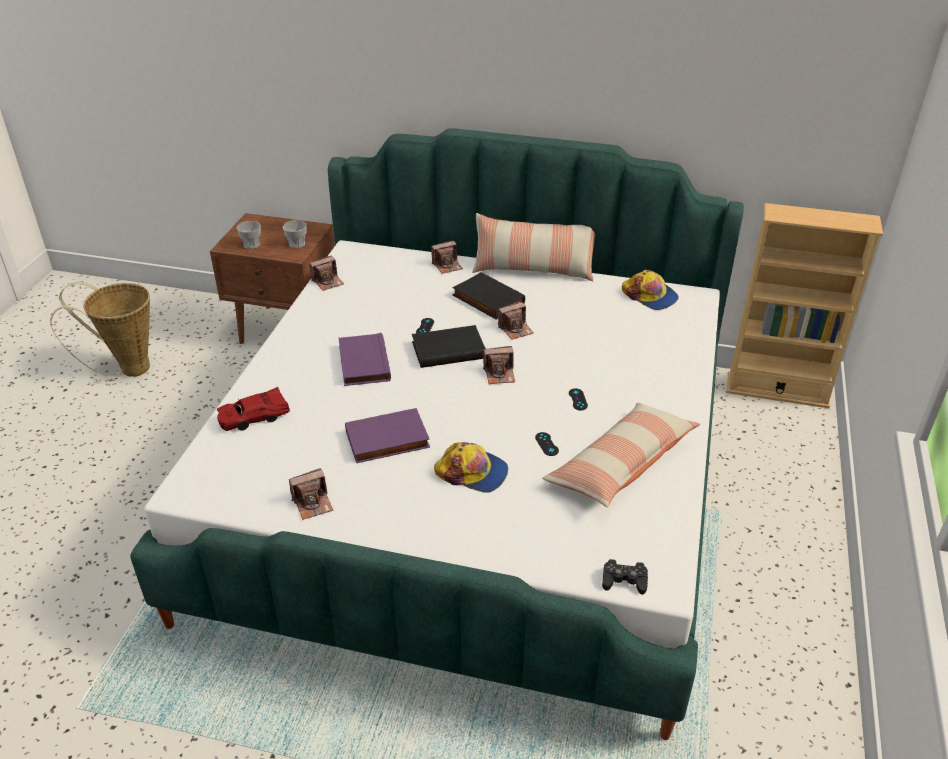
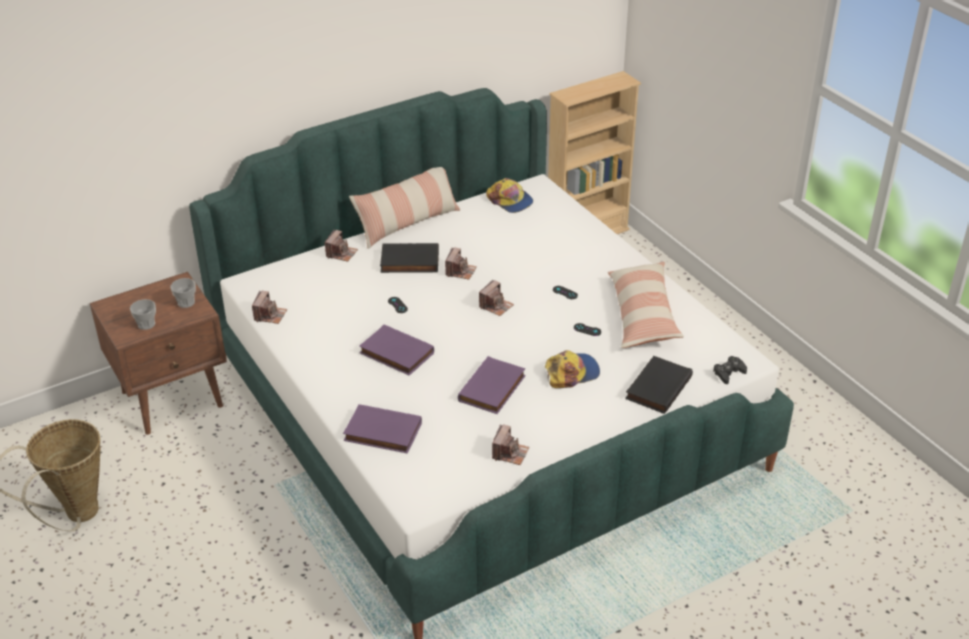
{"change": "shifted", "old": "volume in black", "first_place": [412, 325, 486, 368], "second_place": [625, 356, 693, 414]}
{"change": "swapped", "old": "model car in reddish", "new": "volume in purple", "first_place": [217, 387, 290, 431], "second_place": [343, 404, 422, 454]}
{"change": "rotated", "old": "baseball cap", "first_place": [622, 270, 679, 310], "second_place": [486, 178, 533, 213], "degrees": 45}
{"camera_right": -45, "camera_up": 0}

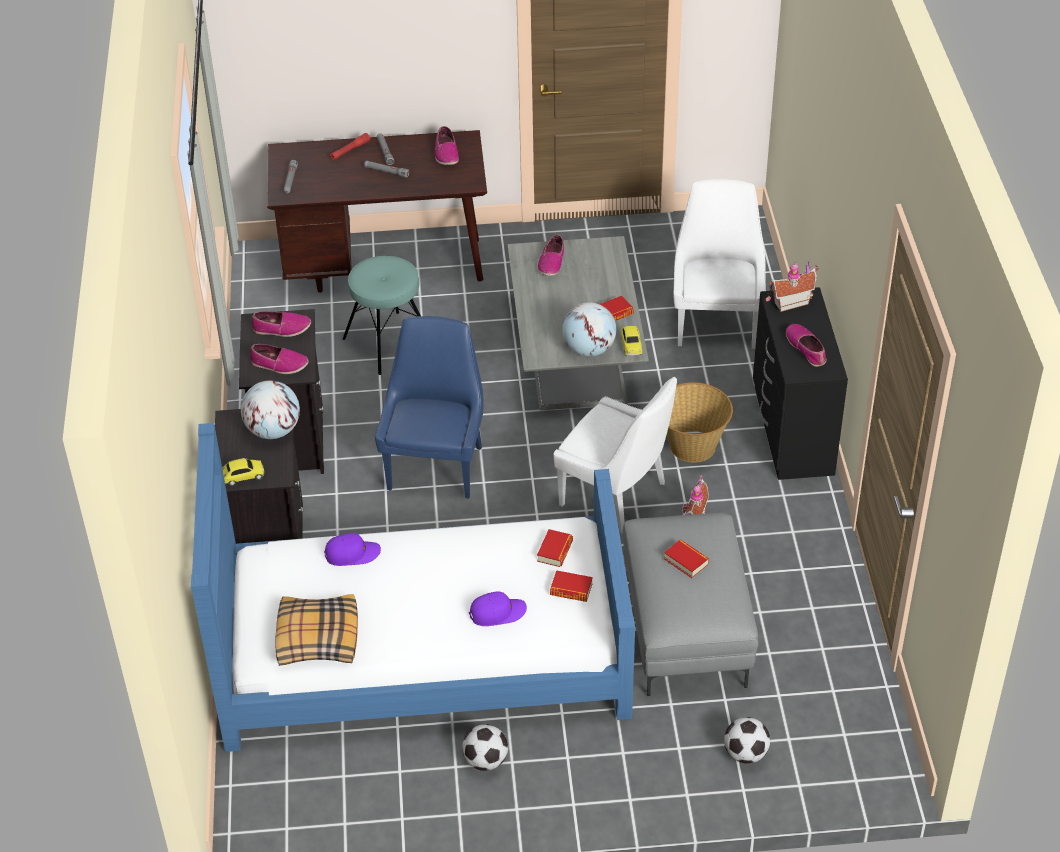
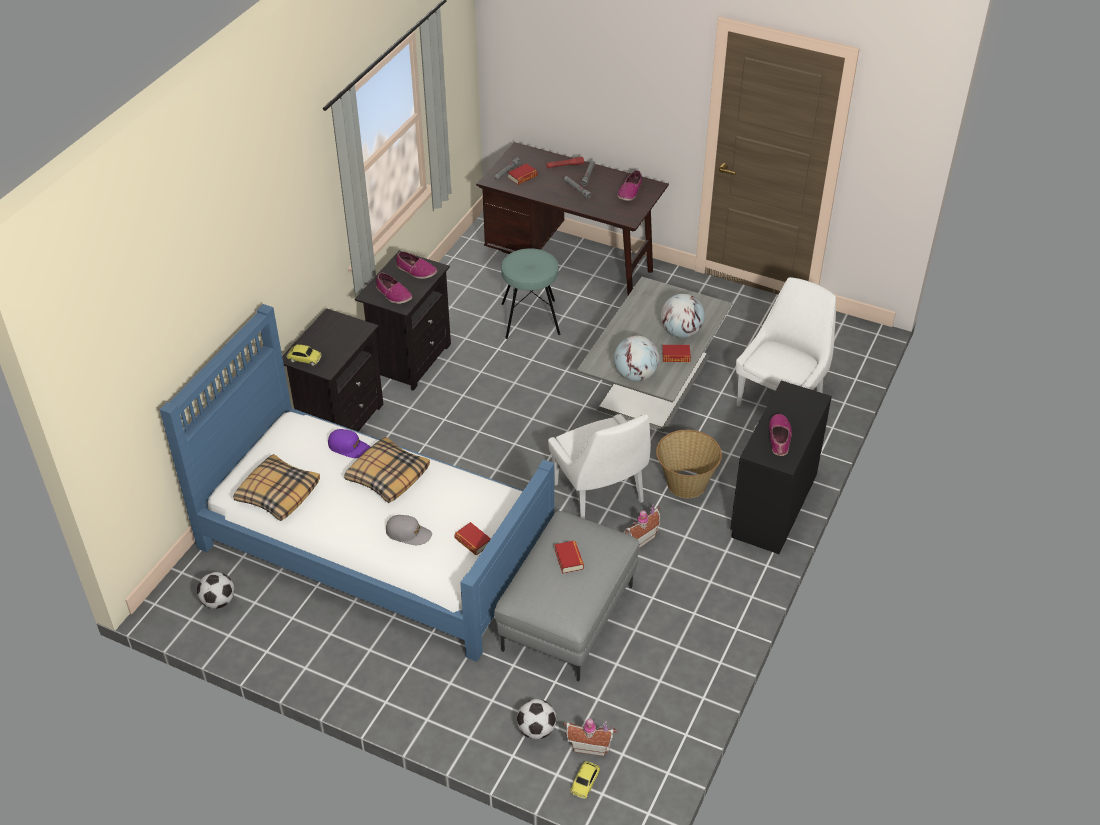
{"change": "gone", "old": "plain chair in blue-coloured", "first_place": [375, 316, 484, 498]}
{"change": "gone", "old": "low shoe", "first_place": [537, 234, 564, 276]}
{"change": "new", "new": "pillow", "second_place": [344, 437, 430, 503]}
{"change": "shifted", "old": "world globe", "first_place": [241, 380, 300, 439], "second_place": [661, 294, 705, 338]}
{"change": "shifted", "old": "football", "first_place": [462, 724, 508, 771], "second_place": [197, 572, 234, 609]}
{"change": "shifted", "old": "volume", "first_place": [537, 529, 573, 567], "second_place": [508, 163, 538, 185]}
{"change": "shifted", "old": "model car", "first_place": [621, 326, 642, 356], "second_place": [570, 761, 600, 799]}
{"change": "shifted", "old": "toy house", "first_place": [766, 260, 819, 312], "second_place": [563, 718, 617, 756]}
{"change": "repainted", "old": "baseball cap in purple", "new": "baseball cap in grey", "first_place": [469, 591, 527, 626], "second_place": [386, 515, 432, 545]}
{"camera_right": 30, "camera_up": 0}

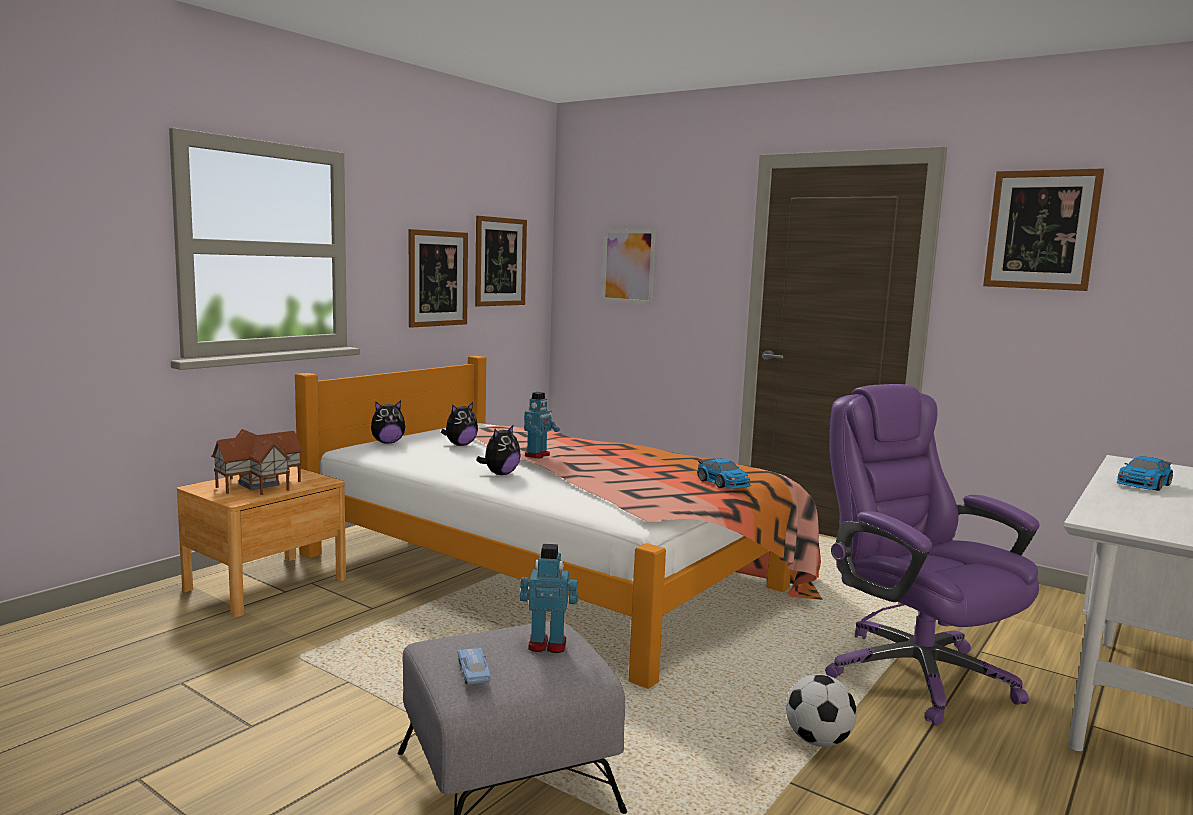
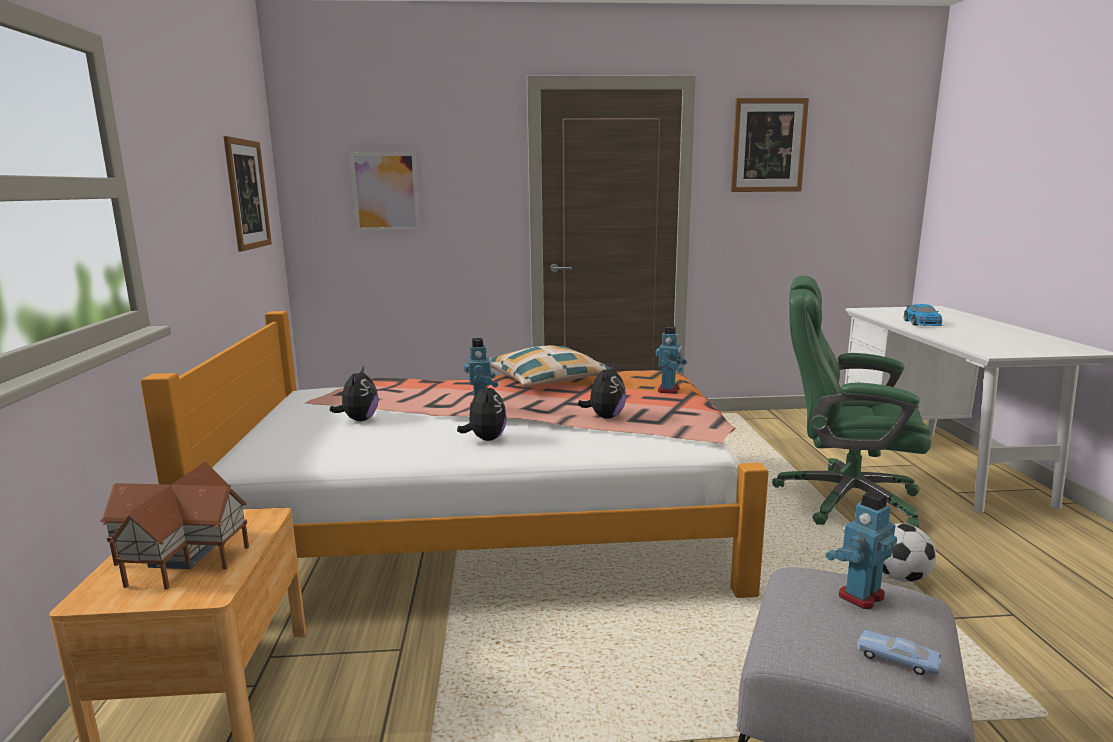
{"change": "gone", "old": "wall picture", "first_place": [409, 229, 468, 328]}
{"change": "new", "new": "pillow", "second_place": [490, 345, 611, 386]}
{"change": "shifted", "old": "cuddly toy", "first_place": [371, 401, 405, 444], "second_place": [577, 363, 626, 419]}
{"change": "swapped", "old": "model car", "new": "model robot", "first_place": [697, 458, 751, 489], "second_place": [656, 326, 687, 394]}
{"change": "repainted", "old": "desk chair in purple", "new": "desk chair in greenish", "first_place": [825, 384, 1040, 726], "second_place": [772, 276, 931, 528]}
{"camera_right": -40, "camera_up": 5}

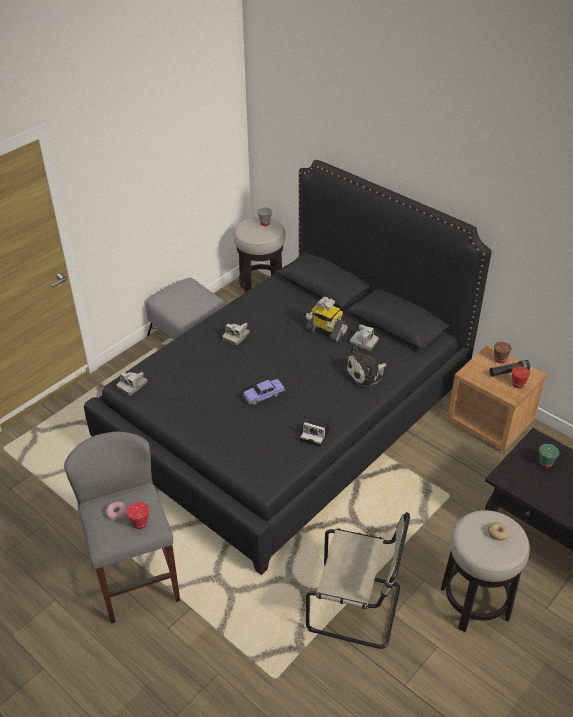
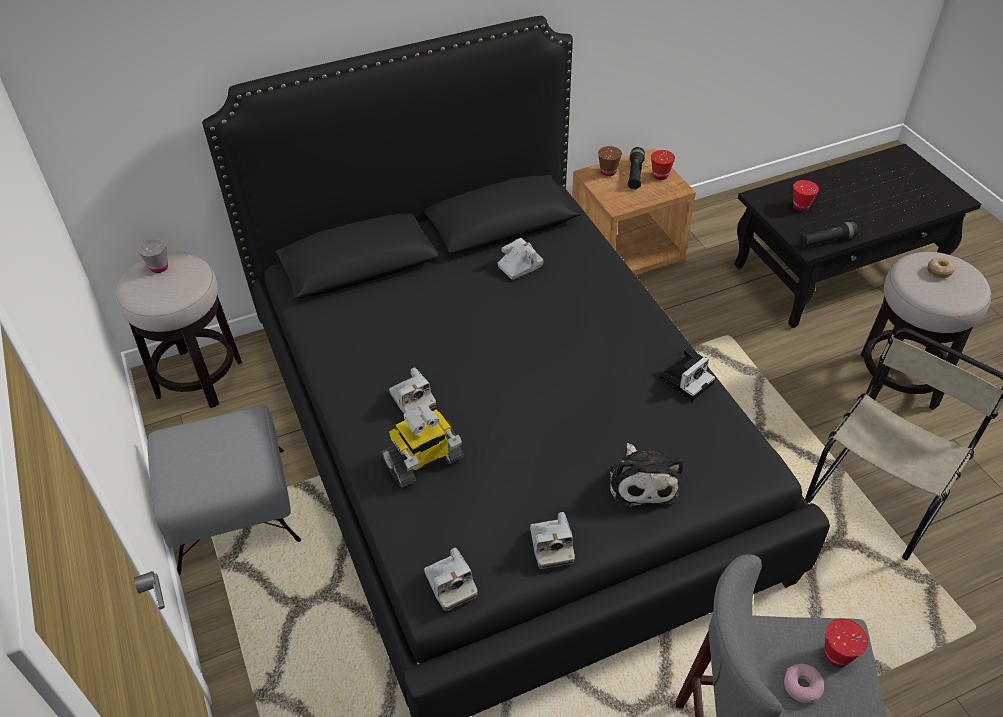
{"change": "gone", "old": "model car", "first_place": [243, 379, 286, 405]}
{"change": "new", "new": "photo camera", "second_place": [530, 512, 575, 569]}
{"change": "new", "new": "flashlight in black", "second_place": [799, 221, 858, 248]}
{"change": "shifted", "old": "model robot", "first_place": [306, 297, 348, 342], "second_place": [382, 404, 463, 488]}
{"change": "shifted", "old": "cuddly toy", "first_place": [345, 346, 387, 387], "second_place": [610, 443, 683, 508]}
{"change": "repainted", "old": "drinking cup in greenish", "new": "drinking cup in reddish", "first_place": [539, 444, 560, 468], "second_place": [793, 180, 819, 211]}
{"camera_right": -65, "camera_up": 5}

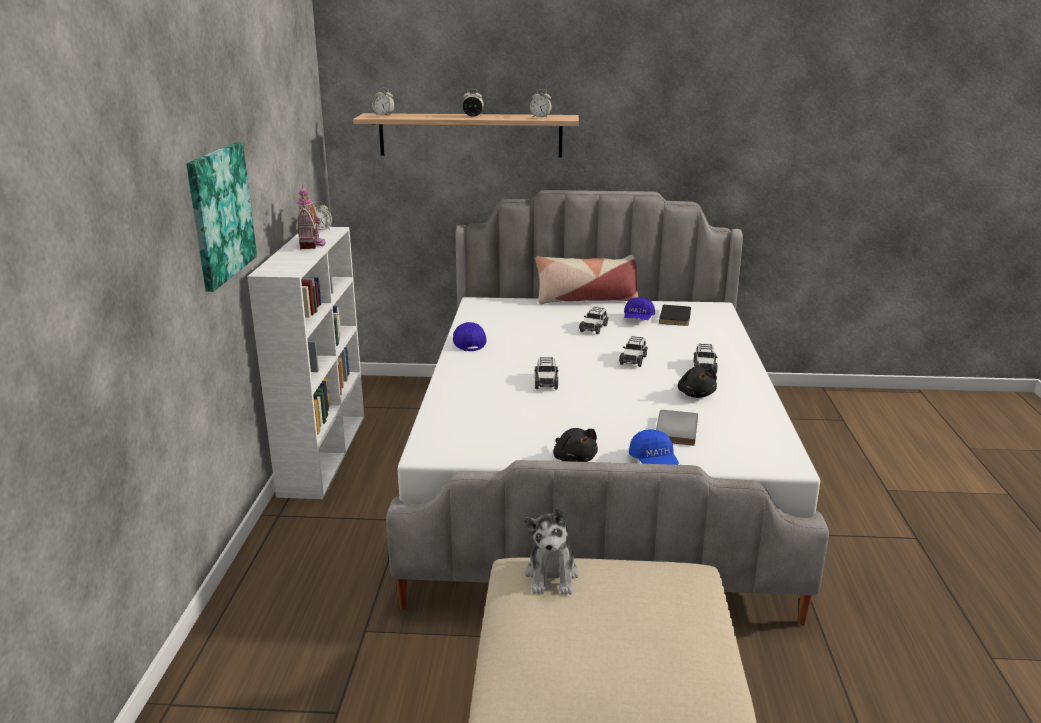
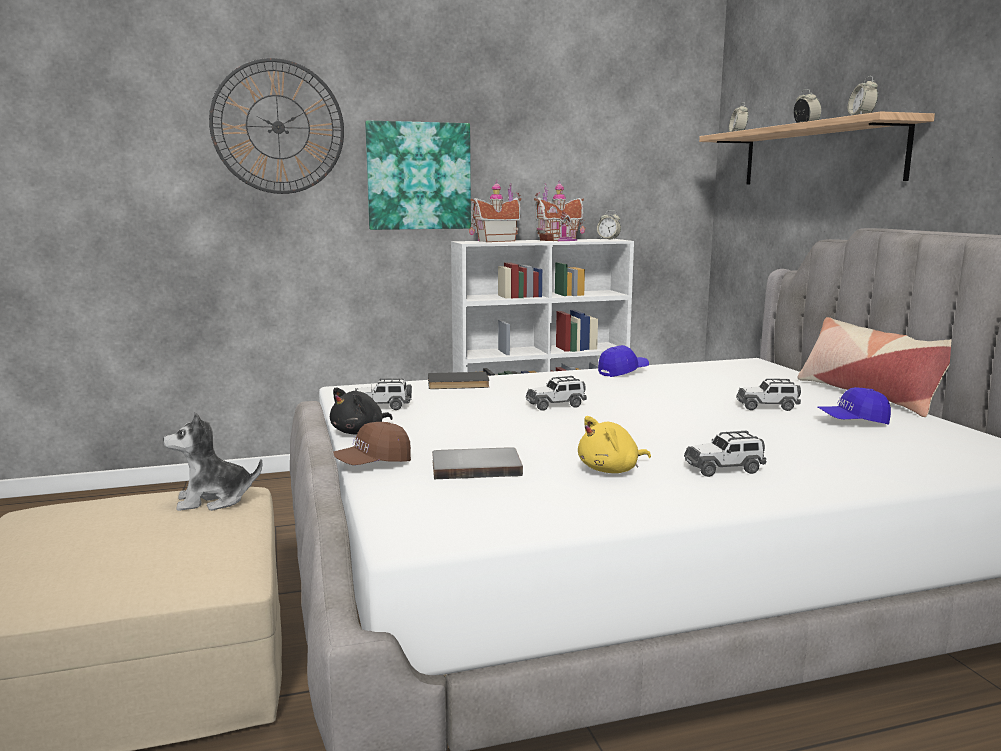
{"change": "new", "new": "wall clock", "second_place": [209, 58, 344, 194]}
{"change": "new", "new": "toy house", "second_place": [469, 180, 521, 242]}
{"change": "shifted", "old": "model car", "first_place": [619, 336, 648, 367], "second_place": [355, 378, 412, 410]}
{"change": "shifted", "old": "volume in black", "first_place": [659, 305, 691, 326], "second_place": [428, 372, 489, 389]}
{"change": "repainted", "old": "baseball cap in blue-coloured", "new": "baseball cap in brown", "first_place": [629, 429, 679, 465], "second_place": [333, 422, 411, 465]}
{"change": "repainted", "old": "cuddly toy in black", "new": "cuddly toy in yellow", "first_place": [678, 367, 717, 398], "second_place": [578, 416, 651, 473]}
{"camera_right": 70, "camera_up": -10}

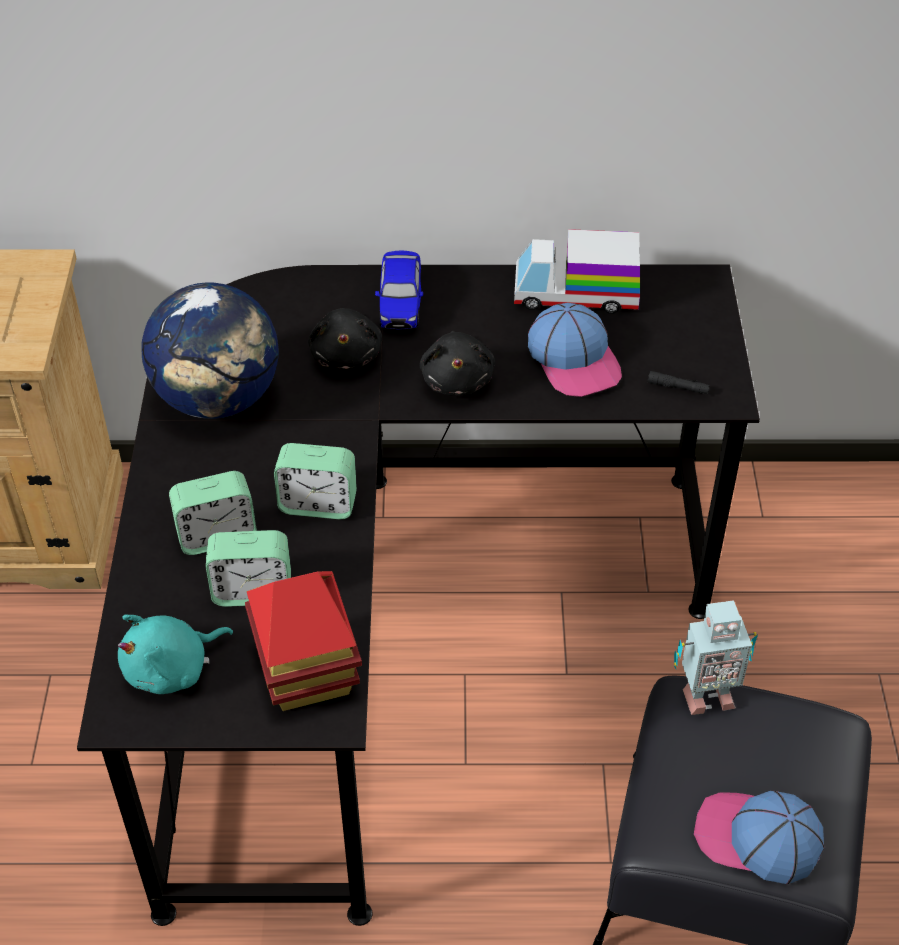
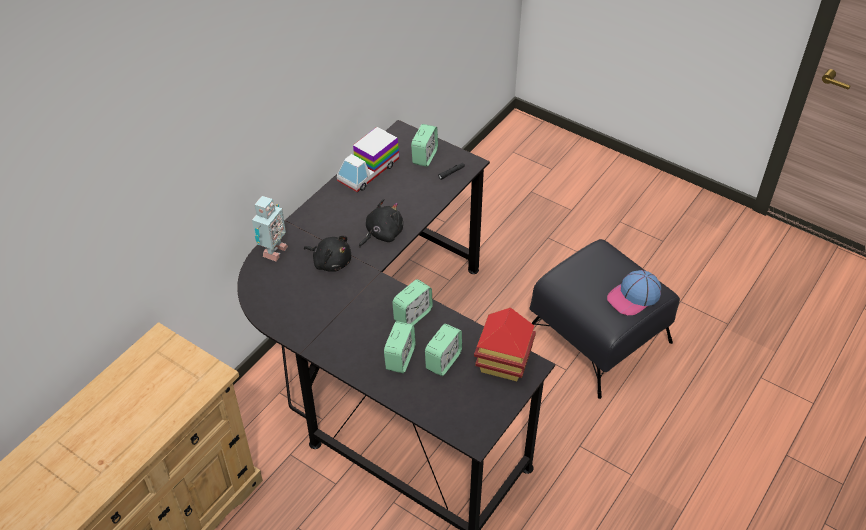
{"change": "gone", "old": "cuddly toy in turquoise-coloured", "first_place": [118, 614, 233, 694]}
{"change": "gone", "old": "world globe", "first_place": [141, 282, 279, 419]}
{"change": "gone", "old": "model car", "first_place": [375, 250, 423, 329]}
{"change": "gone", "old": "baseball cap", "first_place": [528, 303, 622, 397]}
{"change": "new", "new": "table clock", "second_place": [411, 124, 438, 167]}
{"change": "shifted", "old": "model robot", "first_place": [674, 600, 758, 715], "second_place": [252, 196, 288, 261]}
{"change": "rotated", "old": "cuddly toy in black", "first_place": [419, 331, 495, 396], "second_place": [359, 199, 403, 248], "degrees": -75}
{"camera_right": -55, "camera_up": 0}

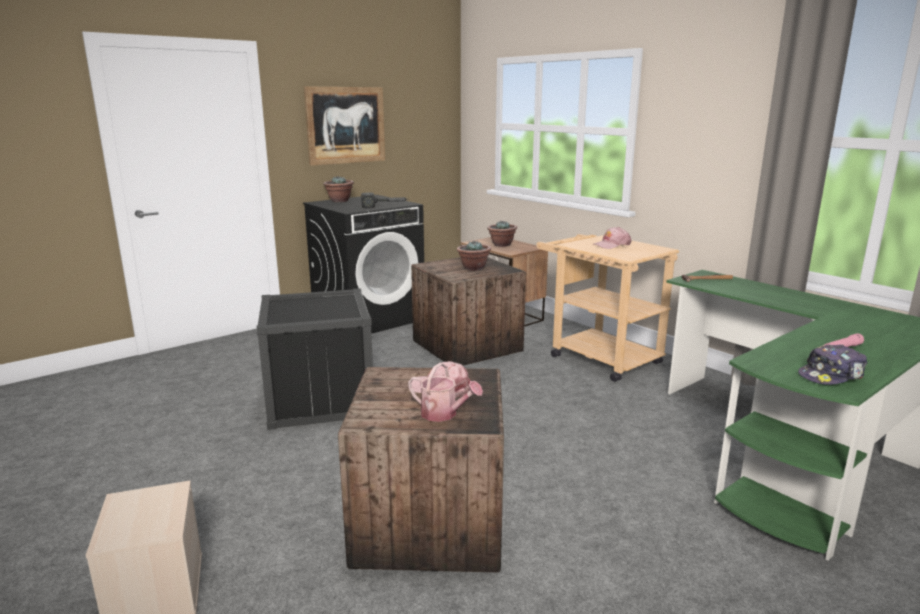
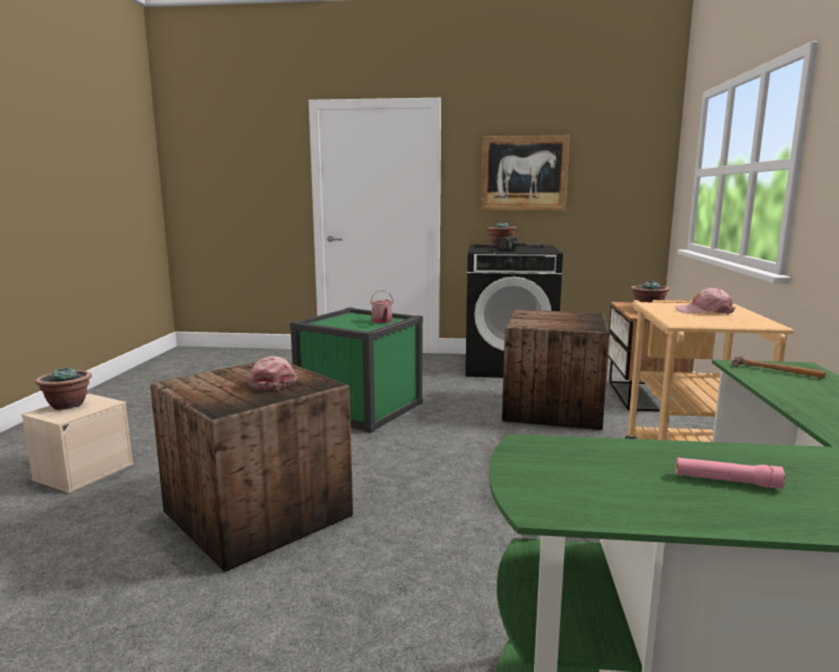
{"change": "gone", "old": "baseball cap", "first_place": [798, 344, 867, 385]}
{"change": "shifted", "old": "watering can", "first_place": [408, 363, 483, 422], "second_place": [370, 290, 394, 323]}
{"change": "shifted", "old": "potted plant", "first_place": [457, 241, 491, 271], "second_place": [35, 366, 92, 410]}
{"change": "repainted", "old": "storage box in black", "new": "storage box in greenish", "first_place": [256, 288, 373, 430], "second_place": [290, 307, 423, 433]}
{"camera_right": 45, "camera_up": -5}

